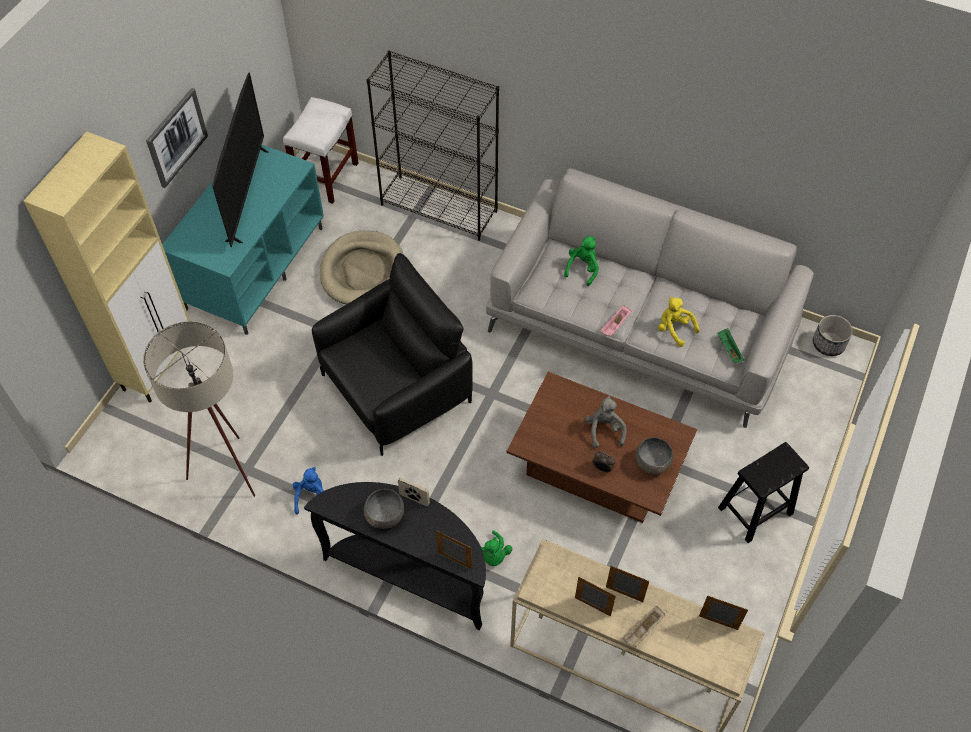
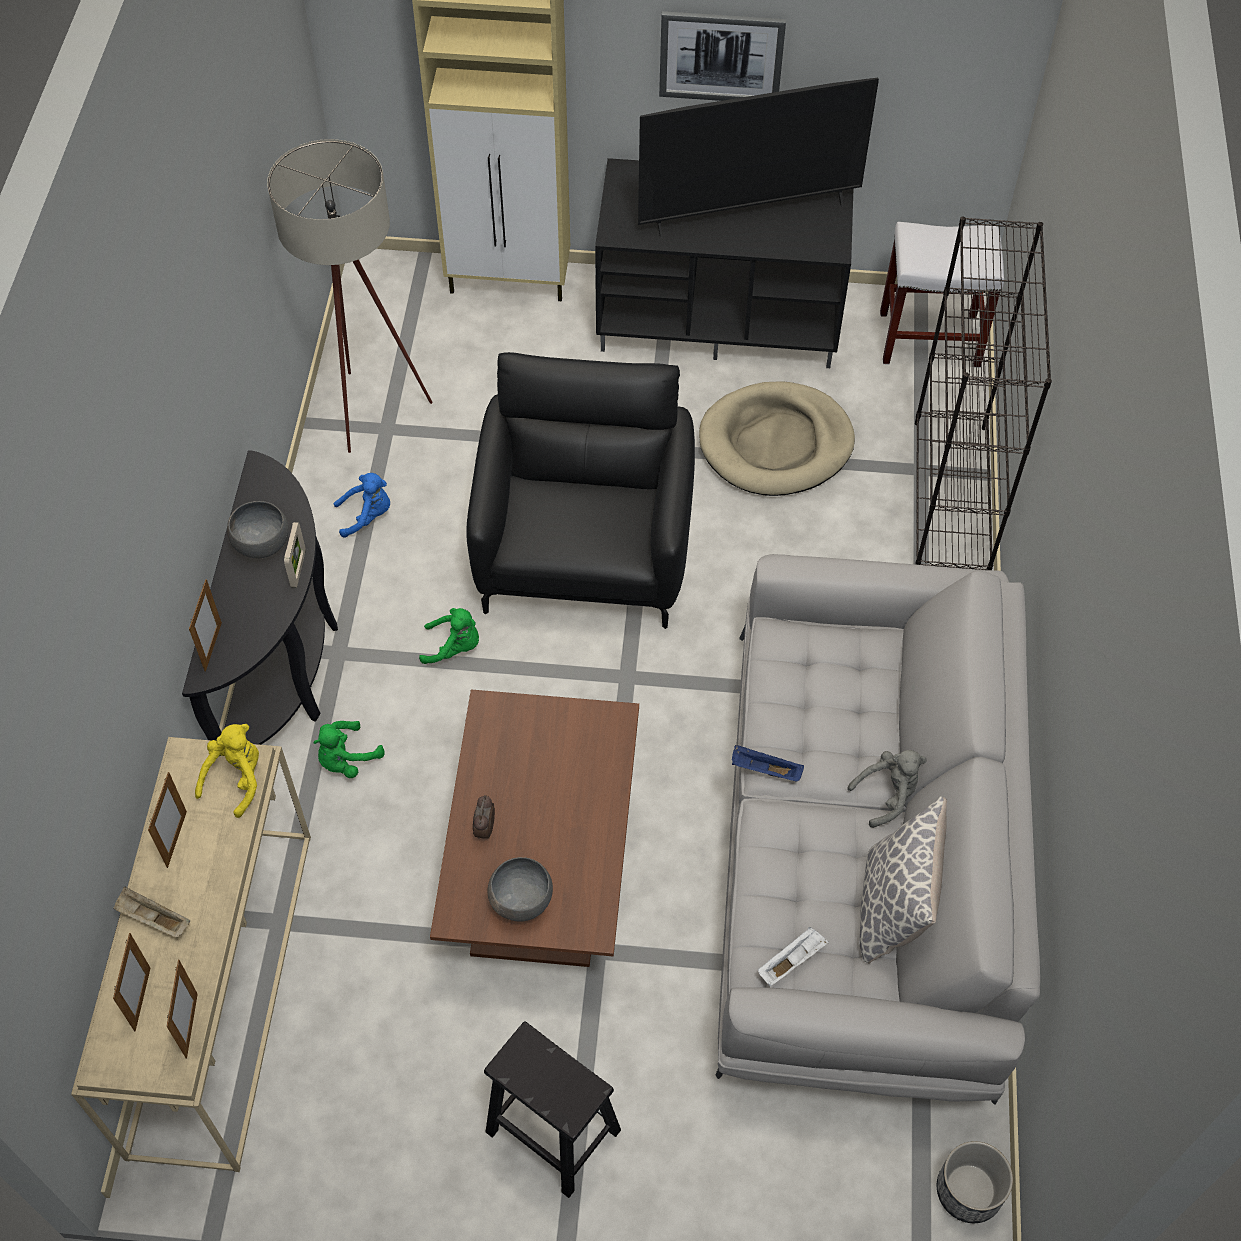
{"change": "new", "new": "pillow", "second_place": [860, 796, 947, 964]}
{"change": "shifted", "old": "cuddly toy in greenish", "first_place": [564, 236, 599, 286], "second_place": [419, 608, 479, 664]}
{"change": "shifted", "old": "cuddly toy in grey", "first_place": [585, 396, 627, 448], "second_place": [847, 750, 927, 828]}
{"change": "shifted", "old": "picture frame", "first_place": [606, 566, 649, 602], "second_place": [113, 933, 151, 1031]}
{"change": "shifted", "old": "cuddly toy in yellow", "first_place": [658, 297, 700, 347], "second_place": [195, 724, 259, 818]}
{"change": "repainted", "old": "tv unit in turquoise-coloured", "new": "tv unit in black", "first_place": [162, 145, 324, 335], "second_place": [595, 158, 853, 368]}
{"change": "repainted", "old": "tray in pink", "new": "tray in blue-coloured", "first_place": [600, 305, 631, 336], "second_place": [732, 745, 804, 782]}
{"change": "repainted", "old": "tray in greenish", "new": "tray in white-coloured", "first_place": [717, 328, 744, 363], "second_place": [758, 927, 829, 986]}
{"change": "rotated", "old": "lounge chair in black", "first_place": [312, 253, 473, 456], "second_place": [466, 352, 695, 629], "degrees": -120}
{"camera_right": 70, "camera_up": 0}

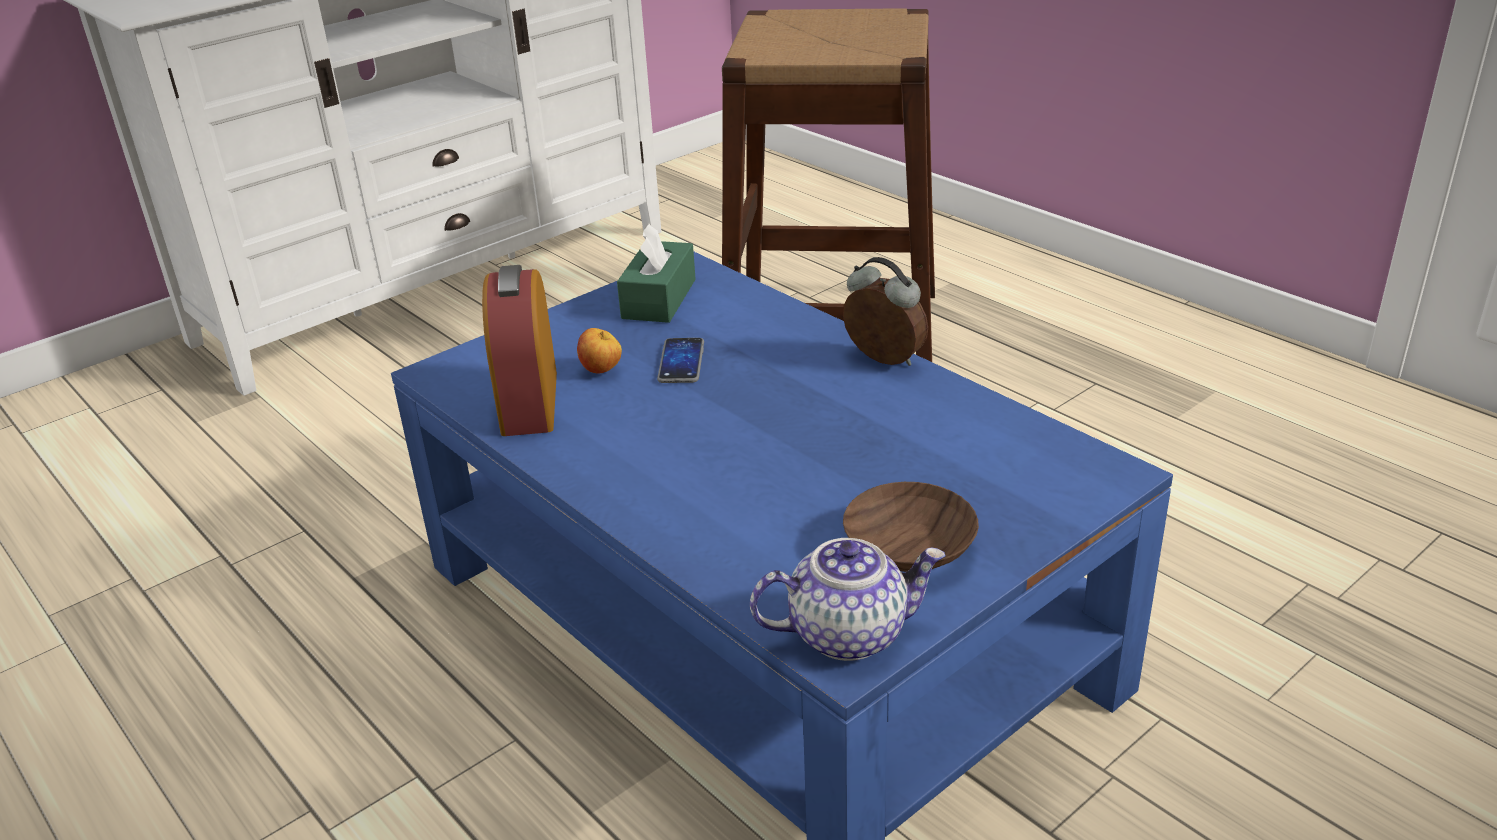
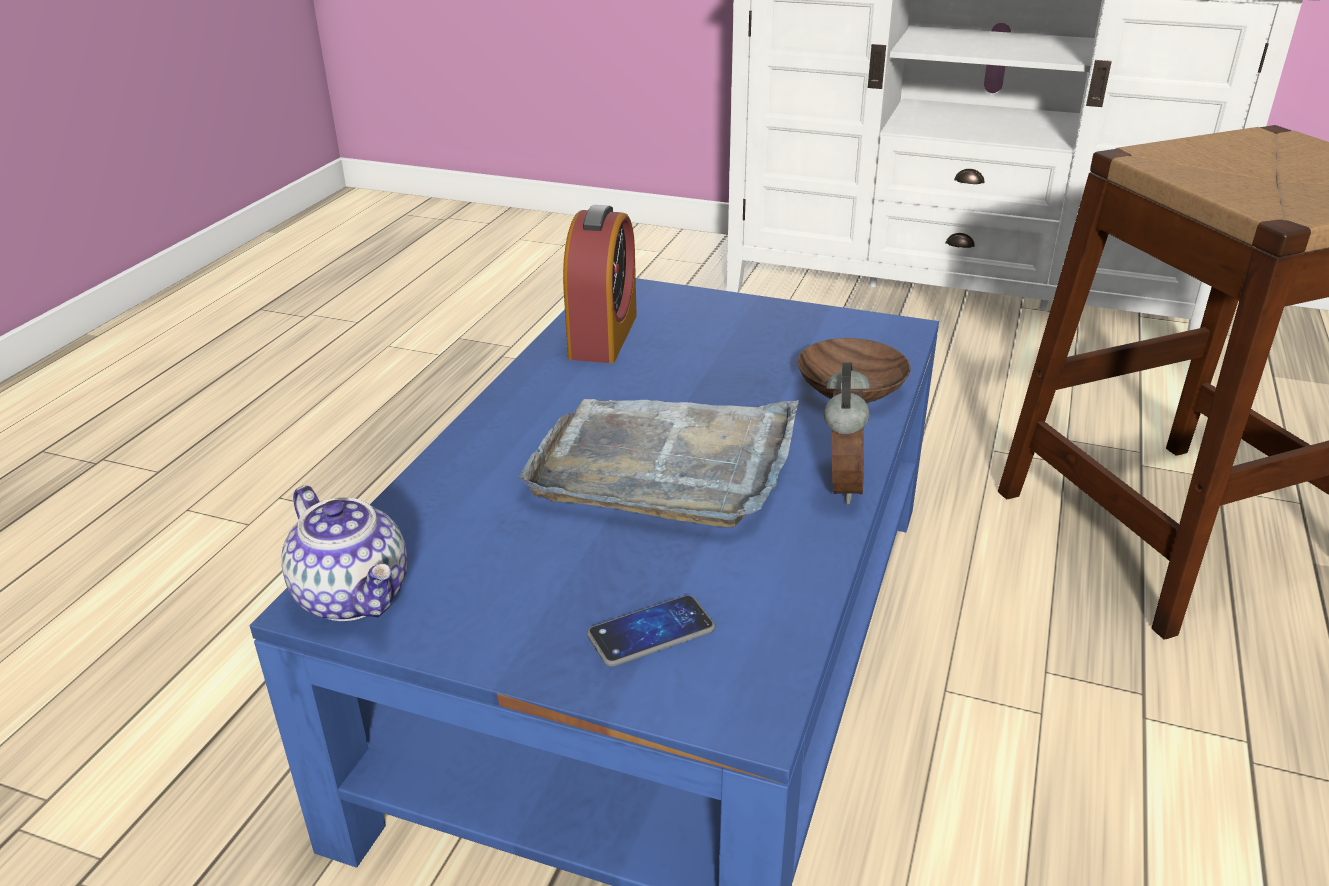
{"change": "gone", "old": "apple fruit", "first_place": [577, 328, 622, 374]}
{"change": "gone", "old": "tissue box in greenish", "first_place": [617, 223, 696, 323]}
{"change": "new", "new": "tray in grey", "second_place": [518, 399, 799, 527]}
{"change": "shifted", "old": "phone", "first_place": [657, 338, 704, 383], "second_place": [587, 595, 715, 667]}
{"change": "shifted", "old": "bowl in brown", "first_place": [843, 482, 979, 572], "second_place": [798, 338, 910, 403]}
{"change": "rotated", "old": "table clock", "first_place": [482, 265, 557, 436], "second_place": [563, 205, 637, 363], "degrees": 135}
{"camera_right": 60, "camera_up": 0}

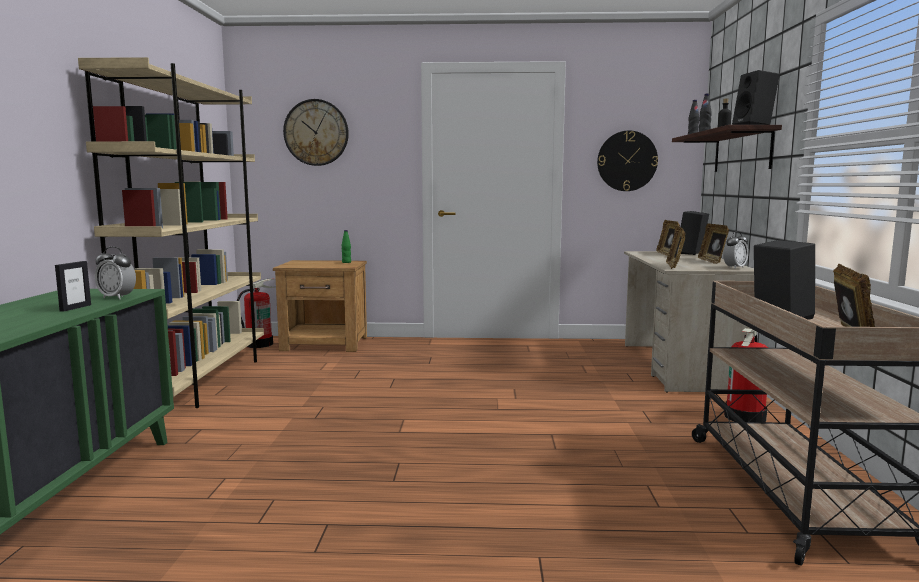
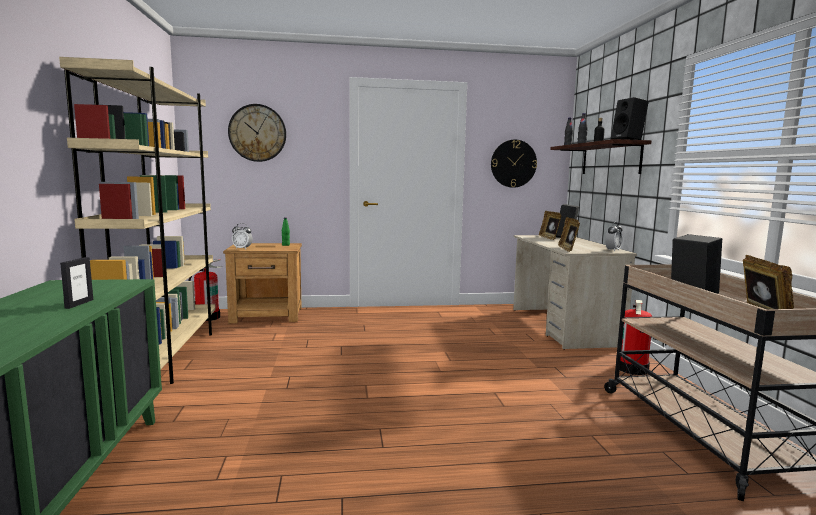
{"change": "gone", "old": "picture frame", "first_place": [698, 223, 729, 264]}
{"change": "shifted", "old": "table clock", "first_place": [95, 246, 136, 300], "second_place": [232, 223, 253, 249]}
{"camera_right": -10, "camera_up": 0}

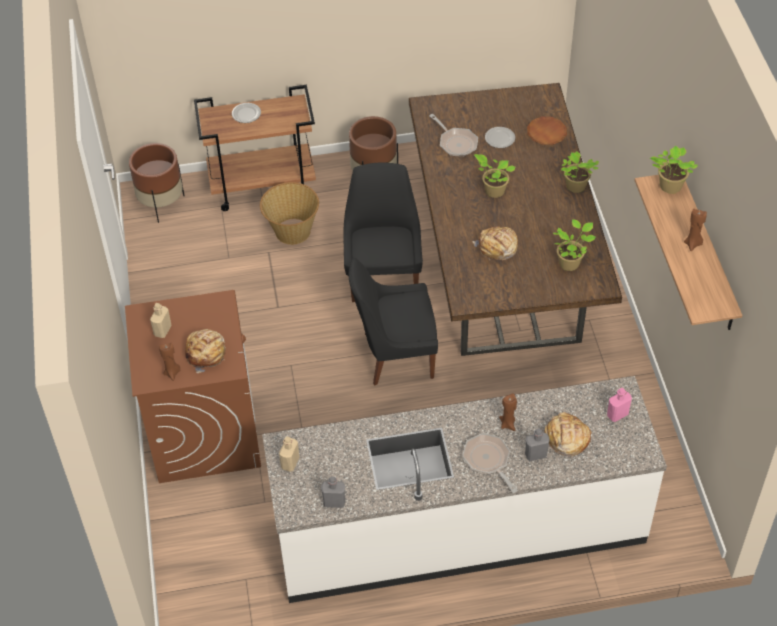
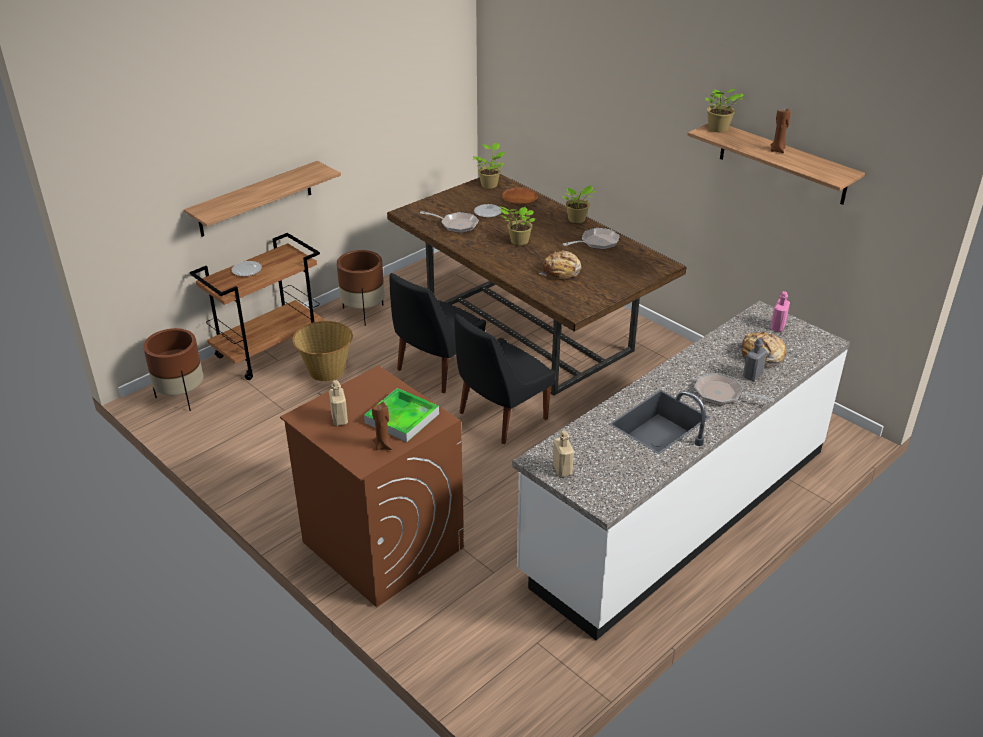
{"change": "gone", "old": "drink bottle in grey", "first_place": [321, 476, 345, 508]}
{"change": "gone", "old": "candle in brown", "first_place": [499, 394, 517, 431]}
{"change": "new", "new": "wall shelf", "second_place": [184, 161, 341, 237]}
{"change": "new", "new": "pan", "second_place": [563, 228, 620, 250]}
{"change": "shifted", "old": "potted plant", "first_place": [553, 219, 596, 271], "second_place": [473, 142, 504, 189]}
{"change": "swapped", "old": "bakery bread", "new": "tray", "first_place": [185, 329, 226, 373], "second_place": [364, 388, 439, 442]}
{"change": "rotated", "old": "plain chair in black", "first_place": [343, 162, 423, 302], "second_place": [390, 273, 486, 393], "degrees": -105}
{"camera_right": -35, "camera_up": -15}

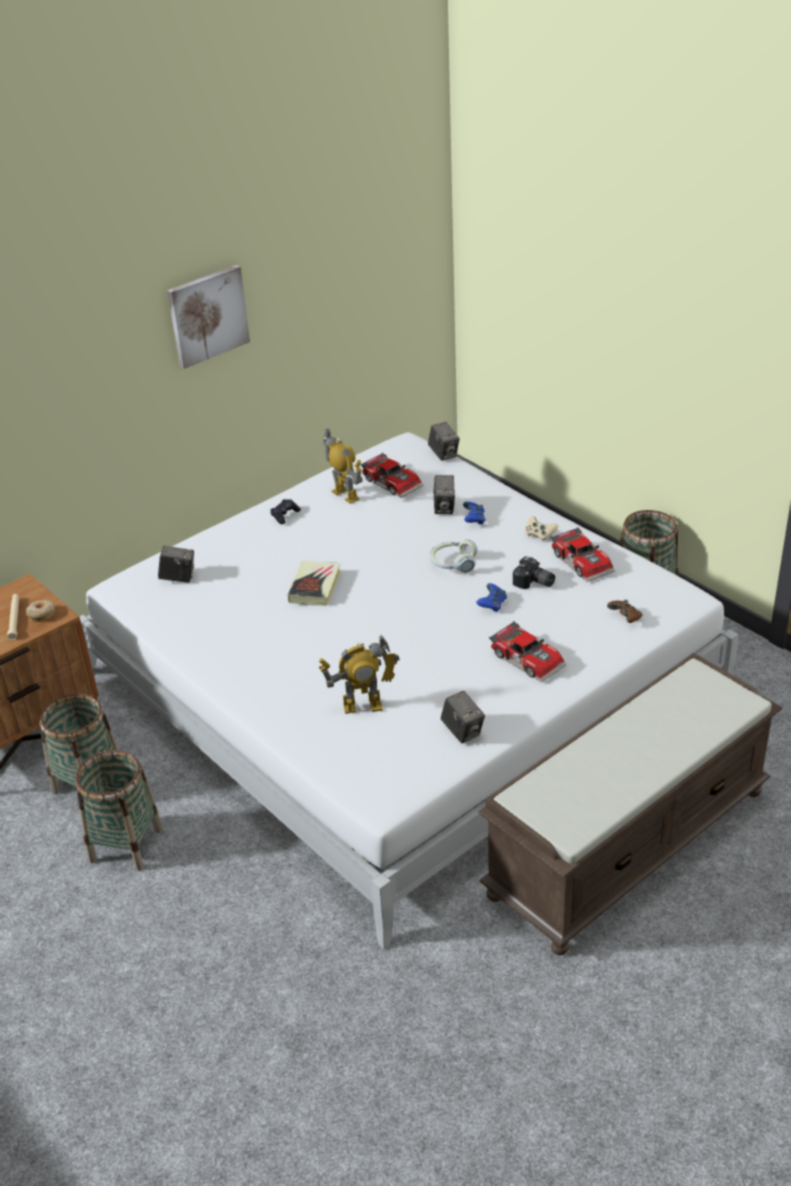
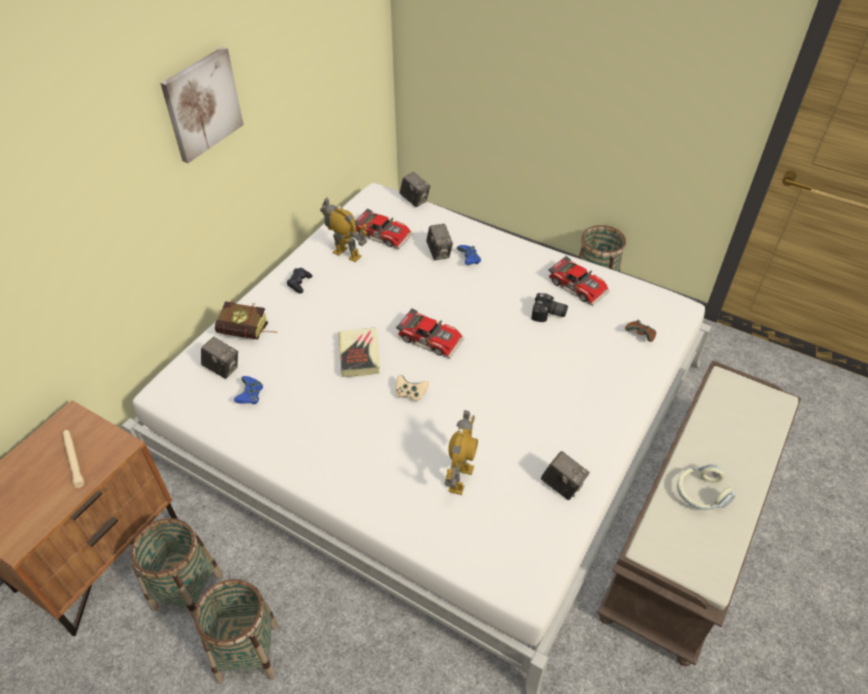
{"change": "gone", "old": "ring doughnut", "first_place": [26, 600, 55, 622]}
{"change": "new", "new": "volume", "second_place": [215, 300, 277, 340]}
{"change": "shifted", "old": "headphones", "first_place": [430, 540, 477, 573], "second_place": [677, 464, 735, 510]}
{"change": "shifted", "old": "joypad in blue-coloured", "first_place": [476, 583, 507, 612], "second_place": [234, 376, 263, 404]}
{"change": "shifted", "old": "model car", "first_place": [489, 621, 567, 682], "second_place": [396, 308, 465, 359]}
{"change": "shifted", "old": "joypad in sand-coloured", "first_place": [525, 516, 558, 542], "second_place": [396, 375, 429, 401]}
{"change": "rotated", "old": "photo camera", "first_place": [158, 545, 194, 583], "second_place": [201, 337, 238, 379], "degrees": 45}
{"change": "rotated", "old": "model robot", "first_place": [319, 635, 400, 714], "second_place": [445, 410, 478, 495], "degrees": -45}
{"camera_right": -20, "camera_up": 10}

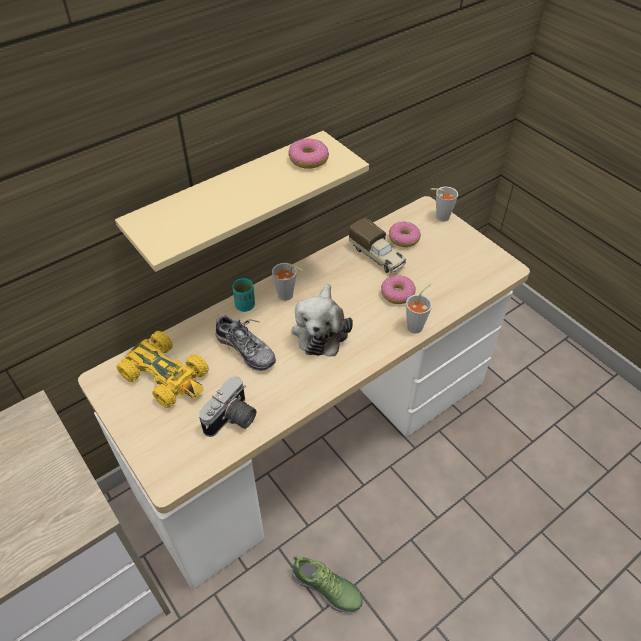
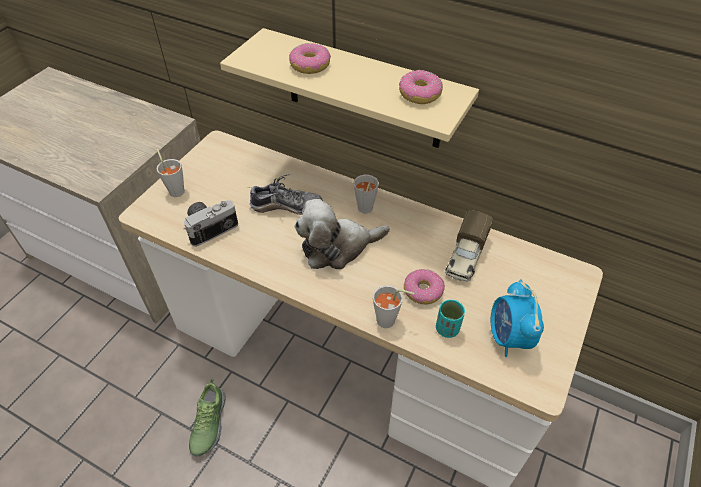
{"change": "gone", "old": "model car in yellow", "first_place": [116, 331, 209, 408]}
{"change": "new", "new": "table clock", "second_place": [491, 279, 544, 357]}
{"change": "shifted", "old": "drinking cup in turquoise-coloured", "first_place": [232, 278, 255, 312], "second_place": [436, 300, 465, 338]}
{"change": "shifted", "old": "ring doughnut", "first_place": [389, 221, 421, 247], "second_place": [289, 43, 331, 74]}
{"change": "shifted", "old": "drinking cup in grey", "first_place": [431, 187, 458, 222], "second_place": [157, 149, 185, 197]}
{"change": "rotated", "old": "photo camera", "first_place": [199, 376, 257, 437], "second_place": [183, 200, 238, 247], "degrees": 135}
{"change": "rotated", "old": "low shoe", "first_place": [215, 315, 276, 371], "second_place": [248, 174, 323, 215], "degrees": -105}
{"camera_right": 65, "camera_up": 0}

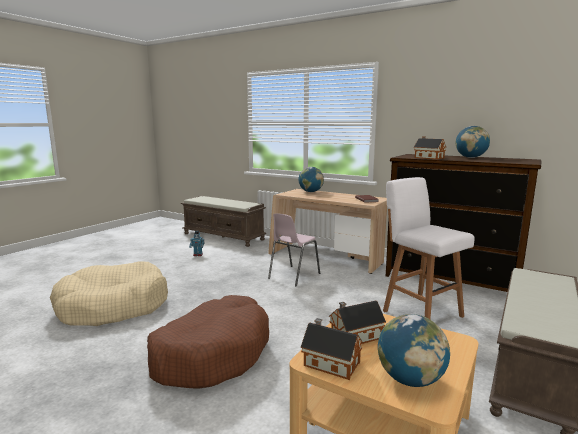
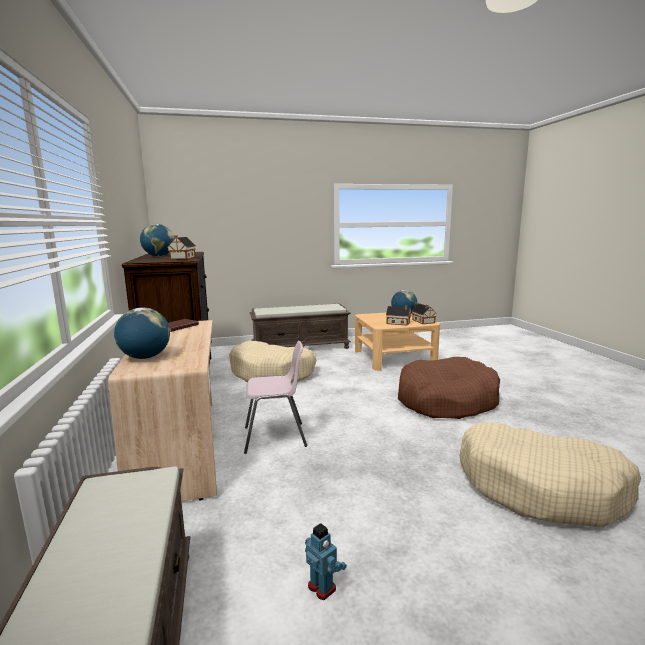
{"change": "swapped", "old": "stool seat in white-coloured", "new": "pet bed in sand-coloured", "first_place": [383, 177, 475, 319], "second_place": [229, 341, 316, 383]}
{"camera_right": -135, "camera_up": 0}

